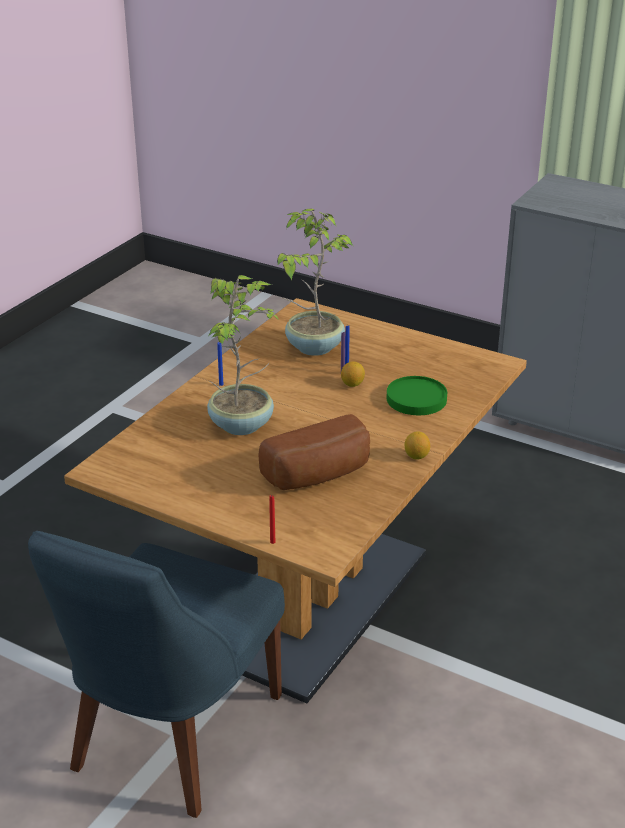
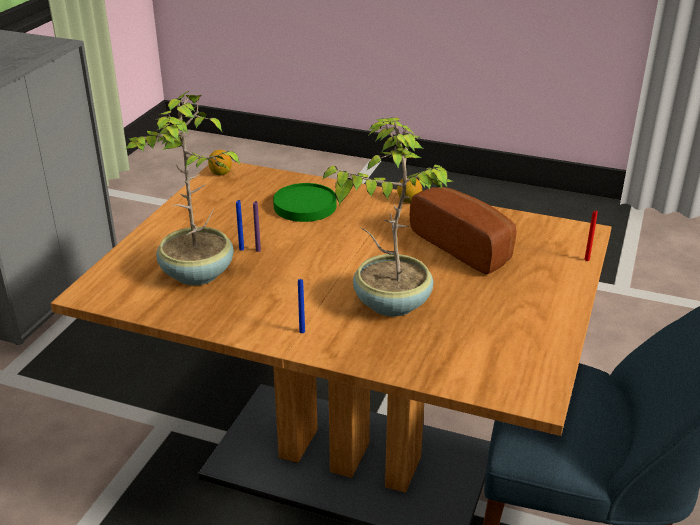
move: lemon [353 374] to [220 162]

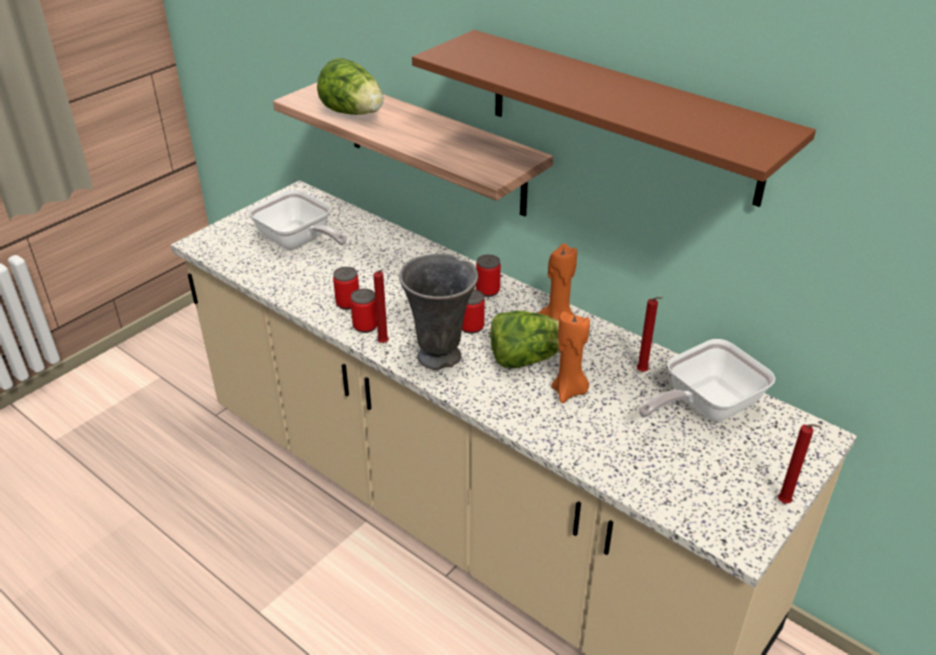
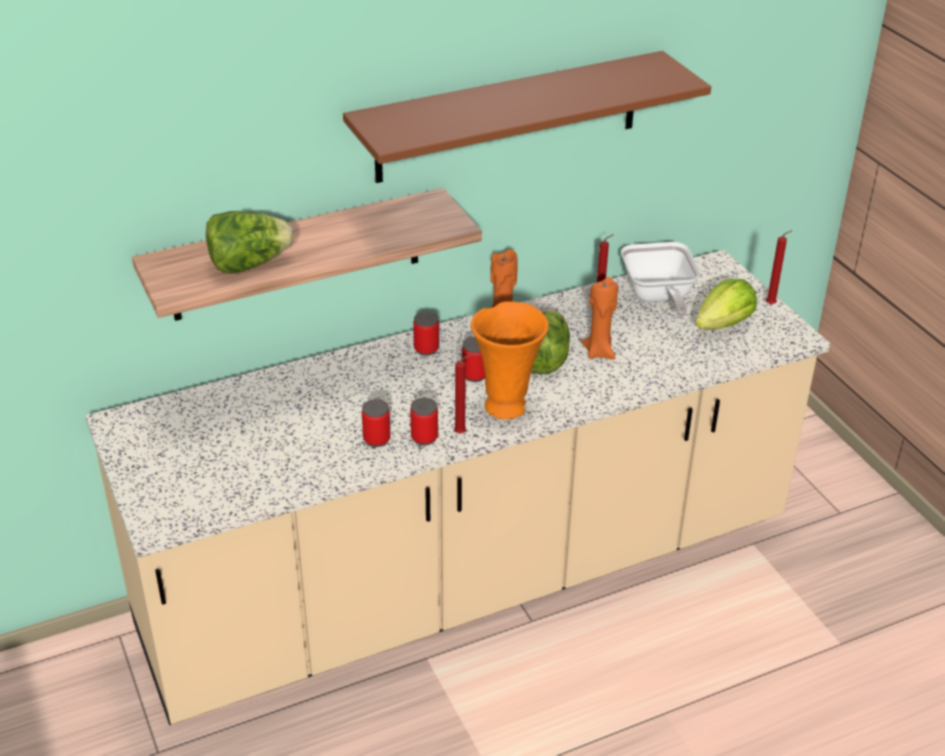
delete: frying pan [297 219]
insert: lettuce [726 304]
recolor: vase/grey [438 311] to vase/orange [510 360]

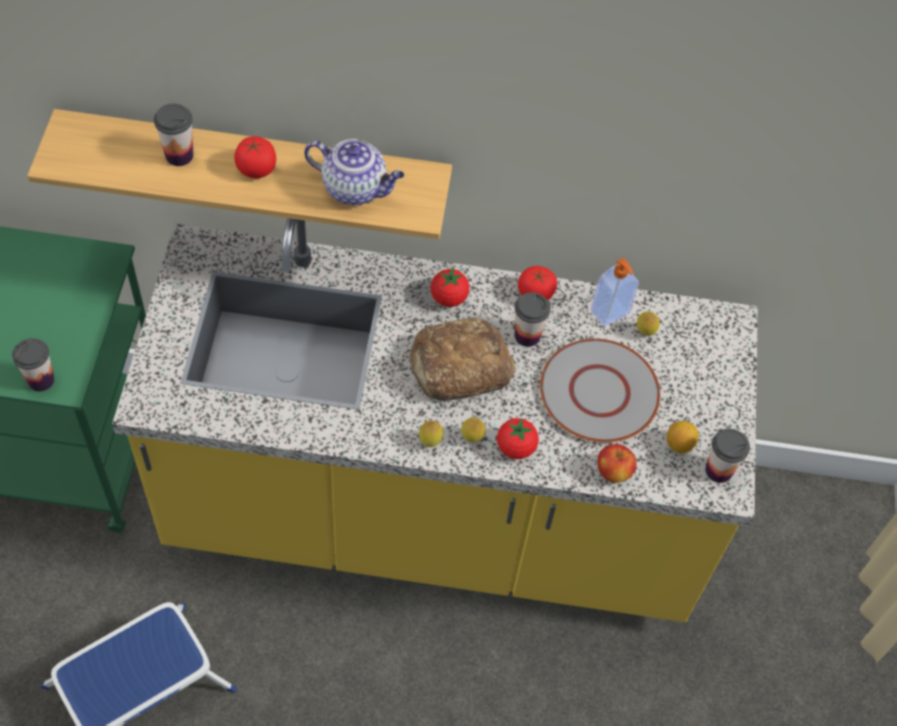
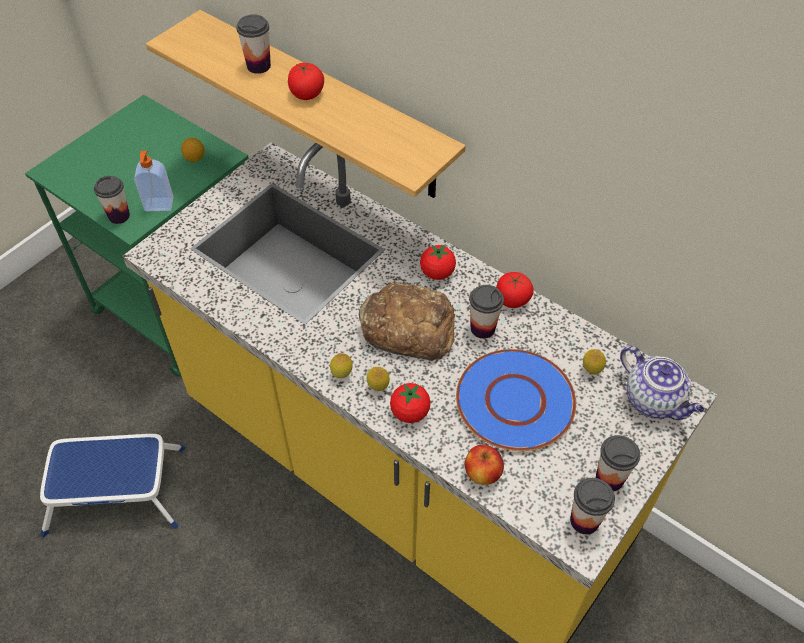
insert: cup [618 463]
move: teapot [354 172] to [662 383]; soap dispenser [614 292] to [154 181]; lemon [682 437] to [193 149]
recolor: plate/grey [600 391] to plate/blue [516 400]

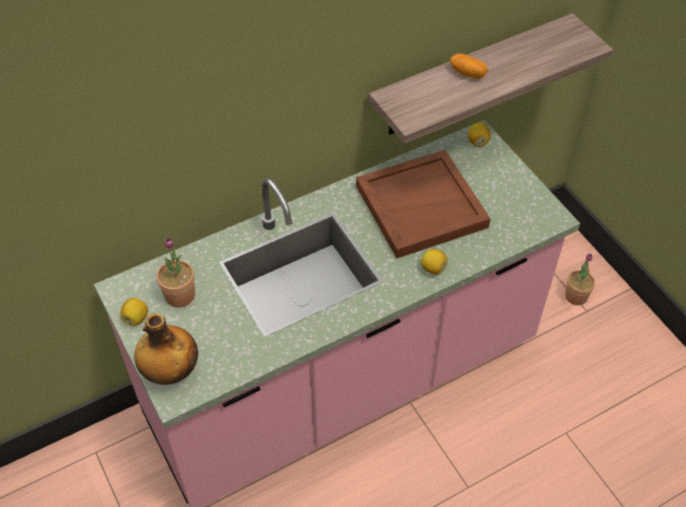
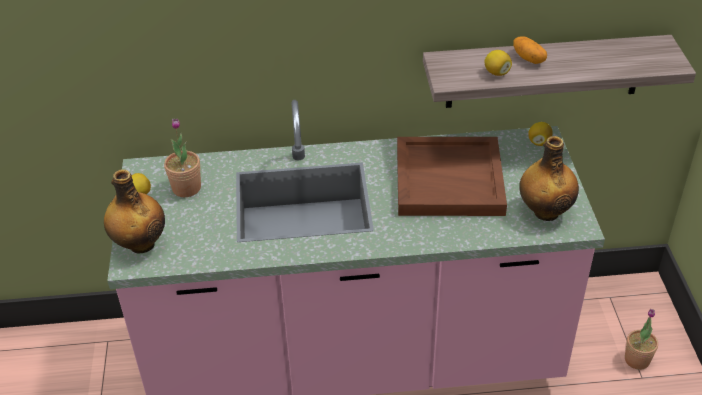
insert: bottle [549 178]
move: lemon [434 262] to [498 63]

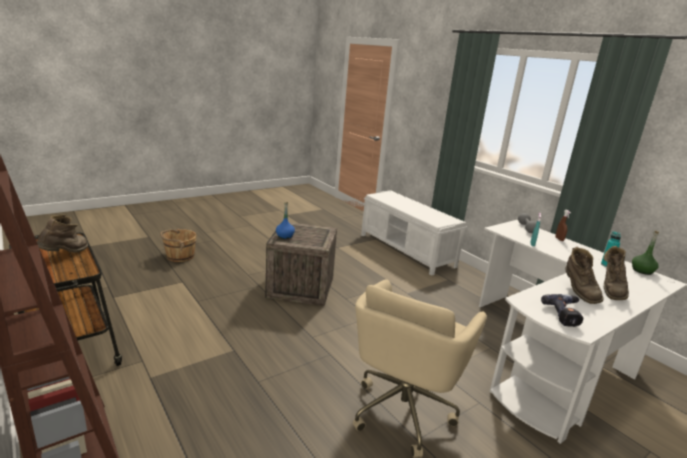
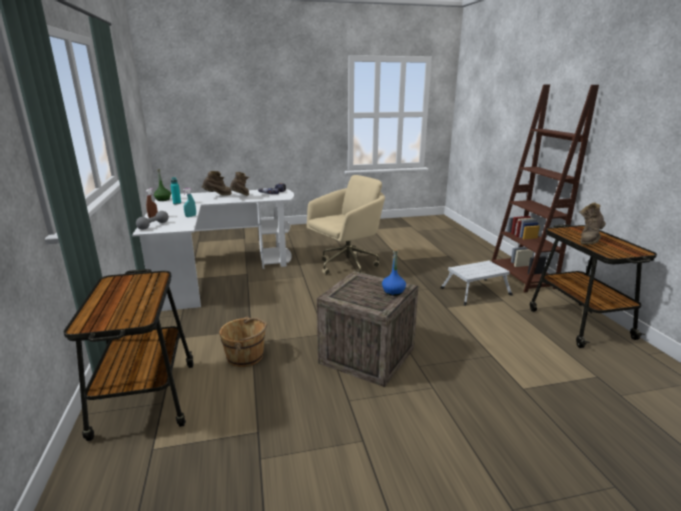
insert: step ladder/white [476 283]
move: bucket/brown [178 245] to [243 342]
replace: bench/white [414 233] to cart [129 355]

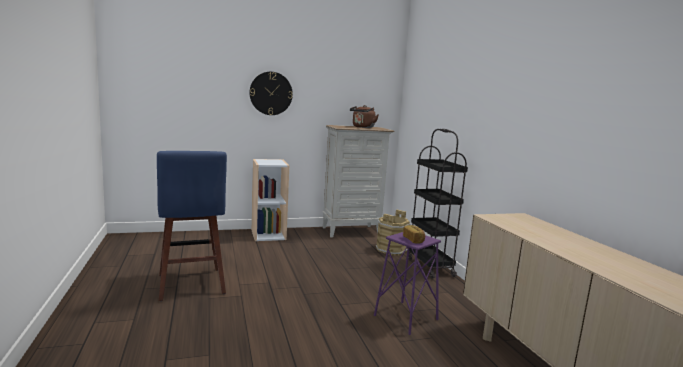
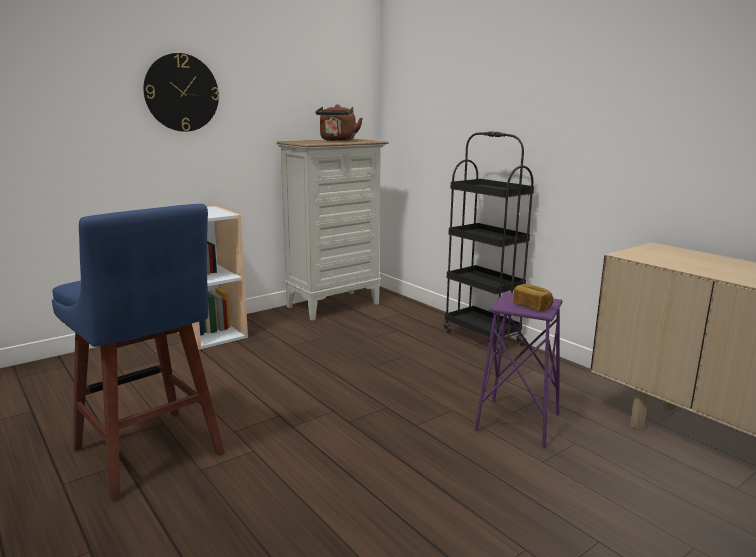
delete: bucket/brown [393 233]

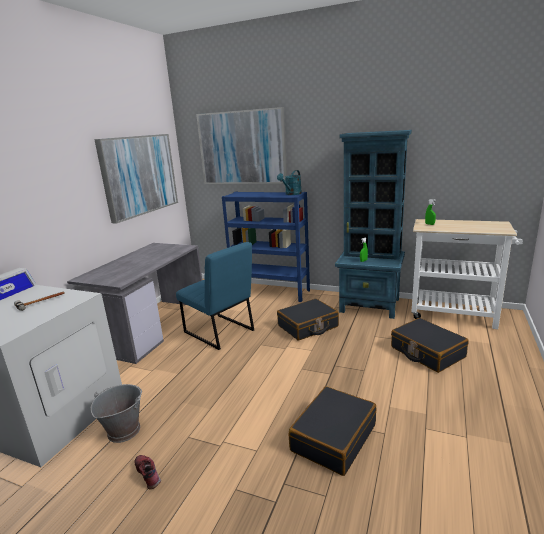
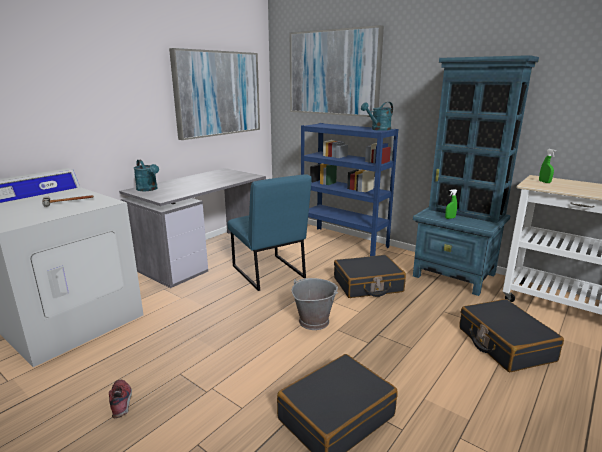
insert: watering can/turquoise [146 175]
move: bucket/grey [116 413] to [315 304]

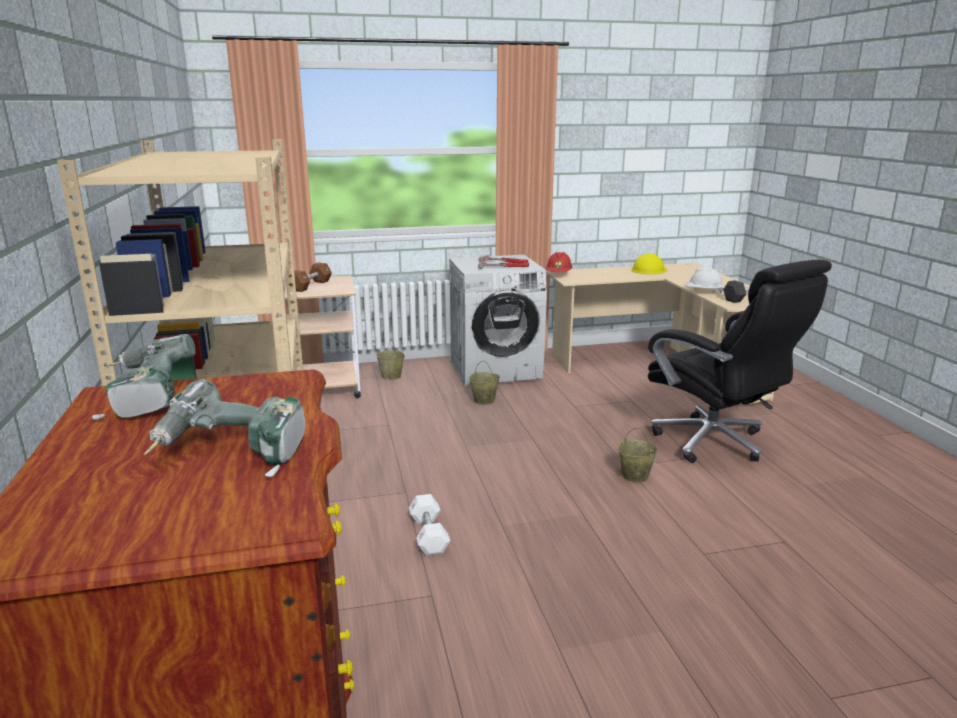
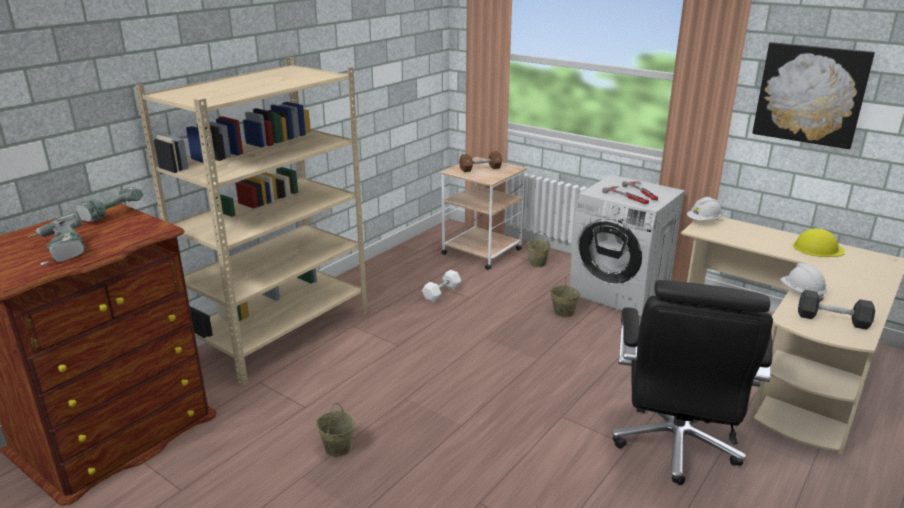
insert: picture [813 95]
move: dumbbell/white [429 525] to [441 286]; bucket/beige [638 455] to [335 430]
recolor: hard hat/red [559 262] to hard hat/white [704 208]

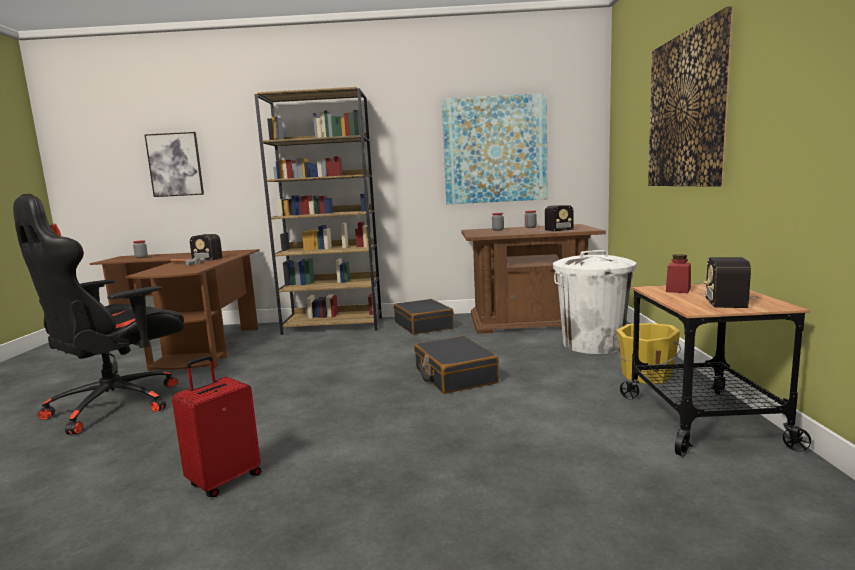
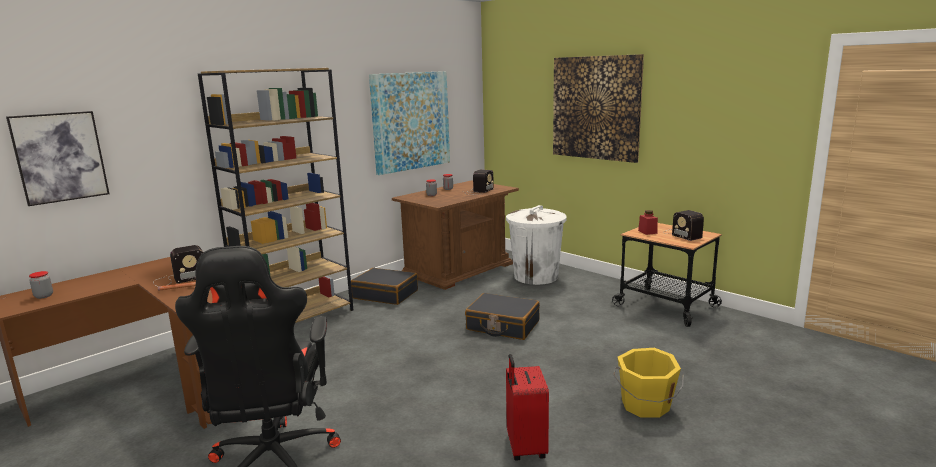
move: bucket/yellow [647 353] to [648 382]

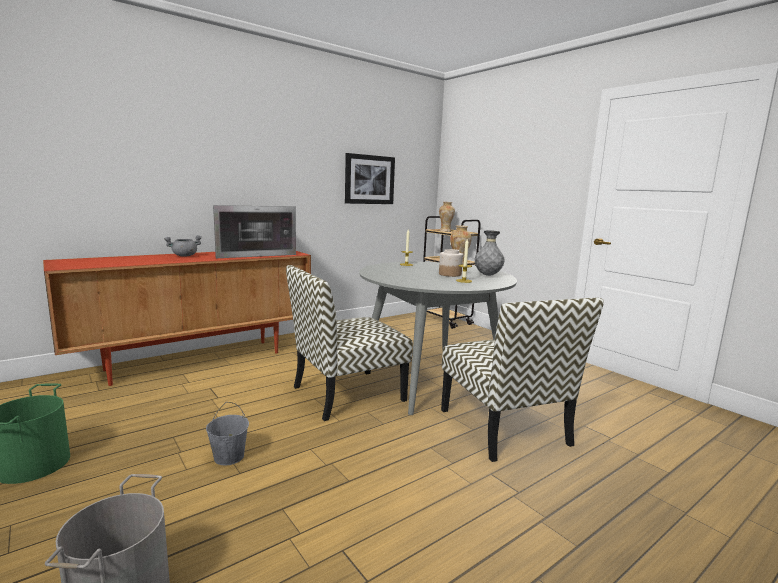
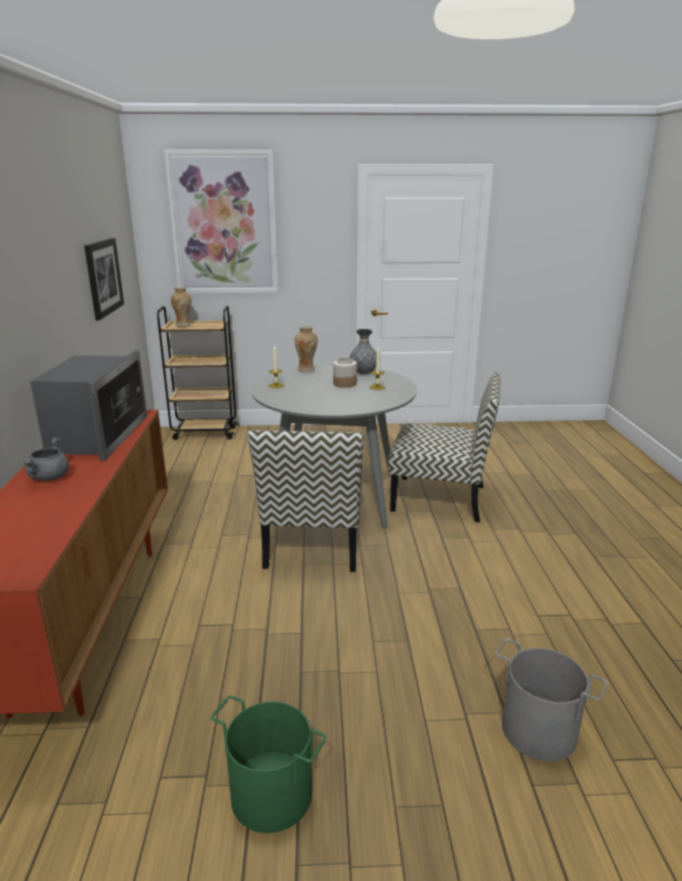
delete: bucket/grey [227 433]
insert: picture [221 221]

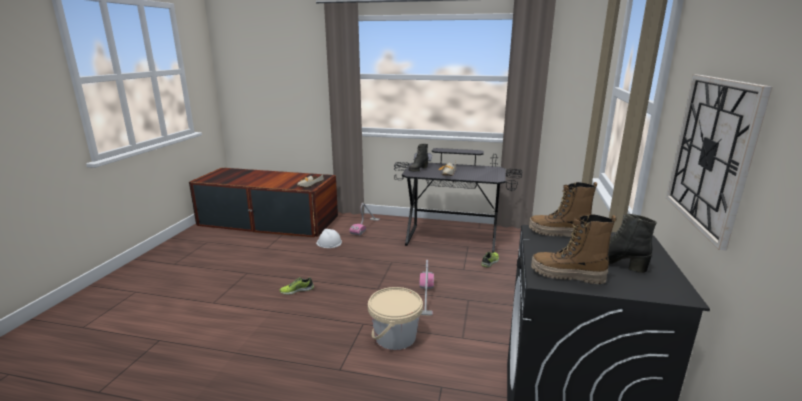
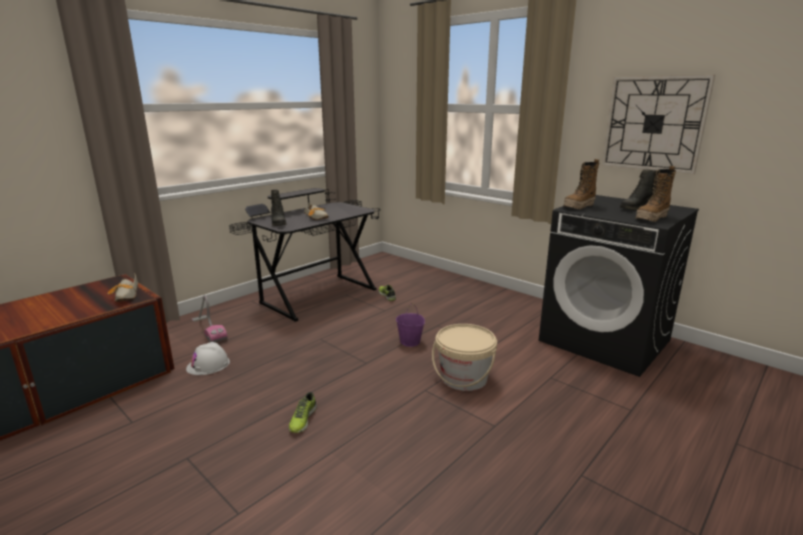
replace: vacuum cleaner [426 288] to bucket/purple [410 325]

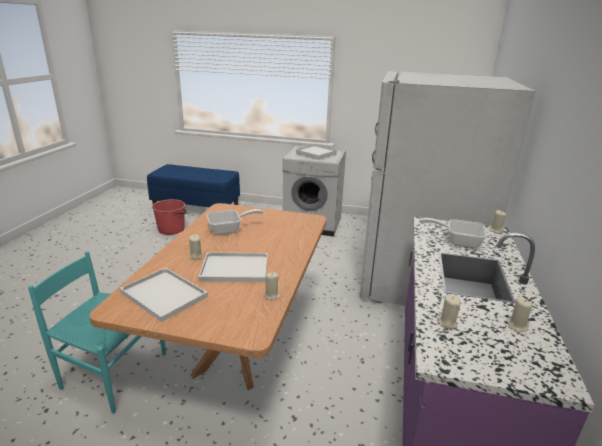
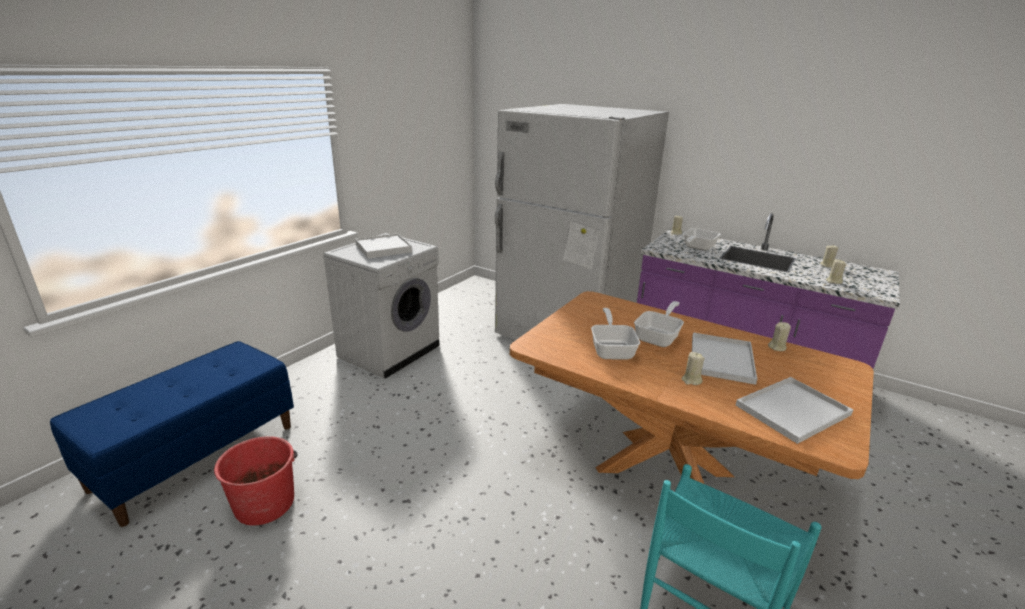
insert: frying pan [659 324]

